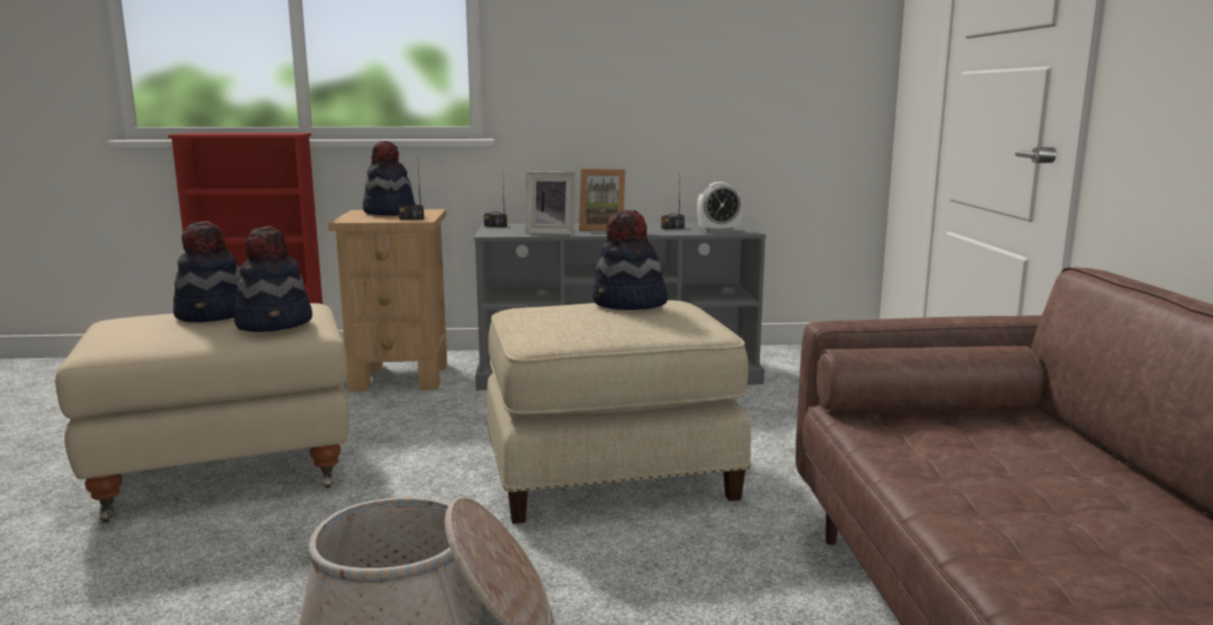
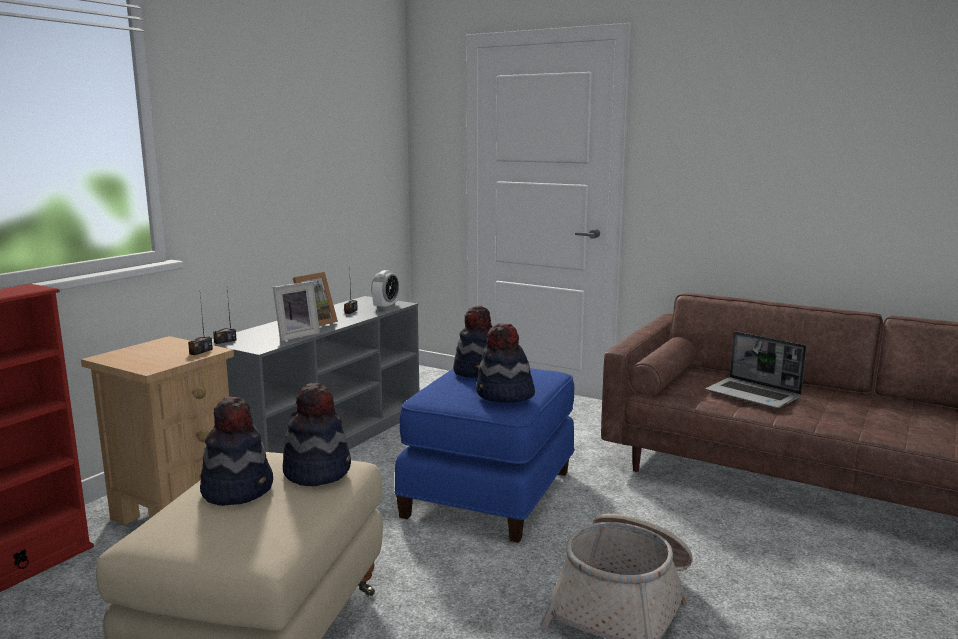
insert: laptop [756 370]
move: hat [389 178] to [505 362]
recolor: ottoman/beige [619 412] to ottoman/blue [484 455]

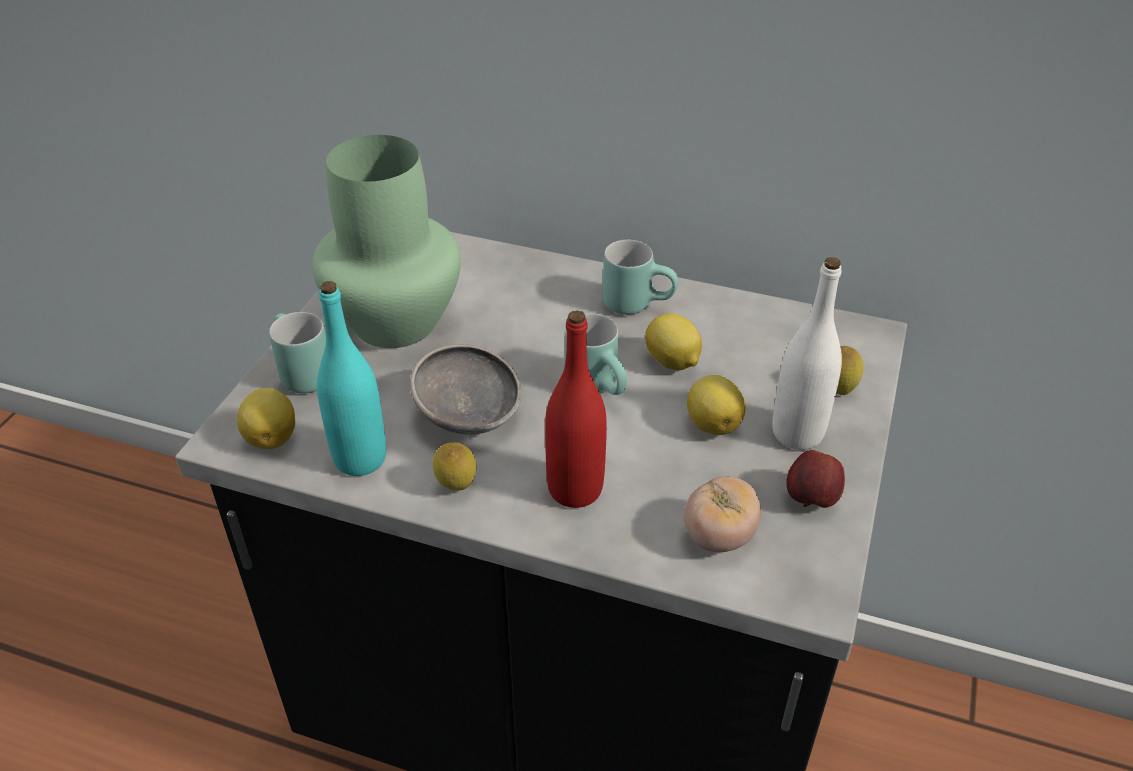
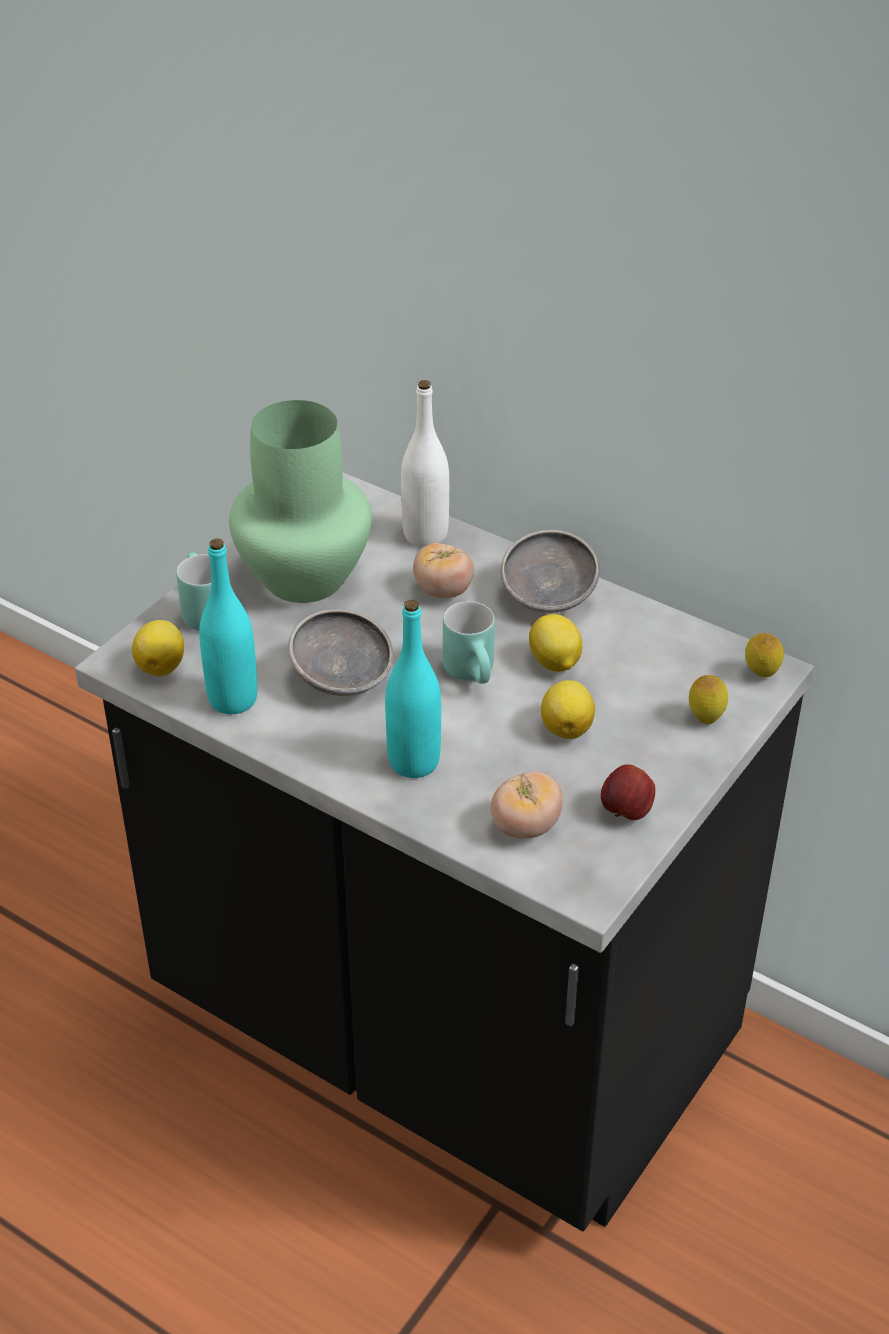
insert: tomato [443 570]
move: lemon [455 466] to [764 655]; bottle/white [807 353] to [425 463]
replace: mug/turquoise [640 277] to bowl/grey [550 571]
recolor: bottle/red [576 409] to bottle/turquoise [413 689]

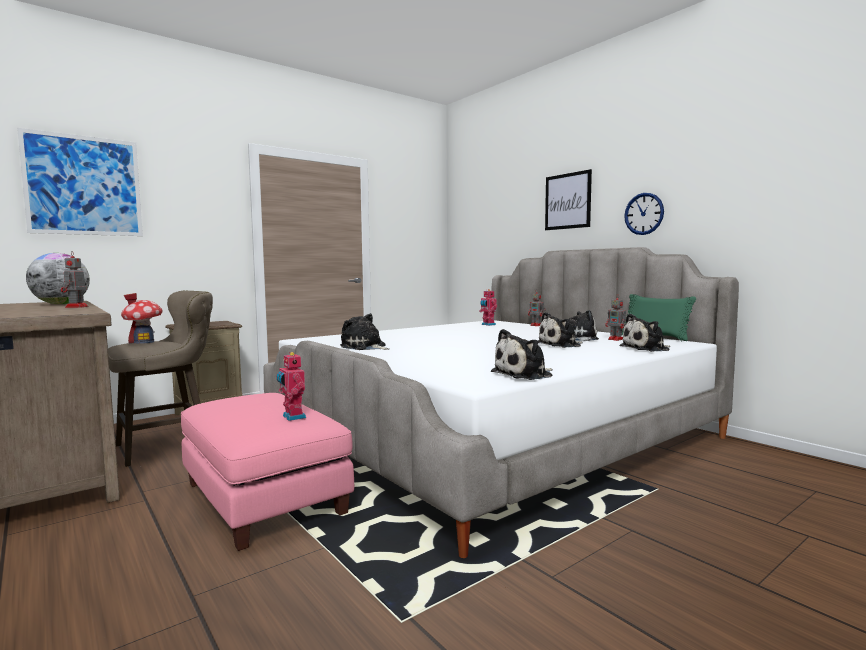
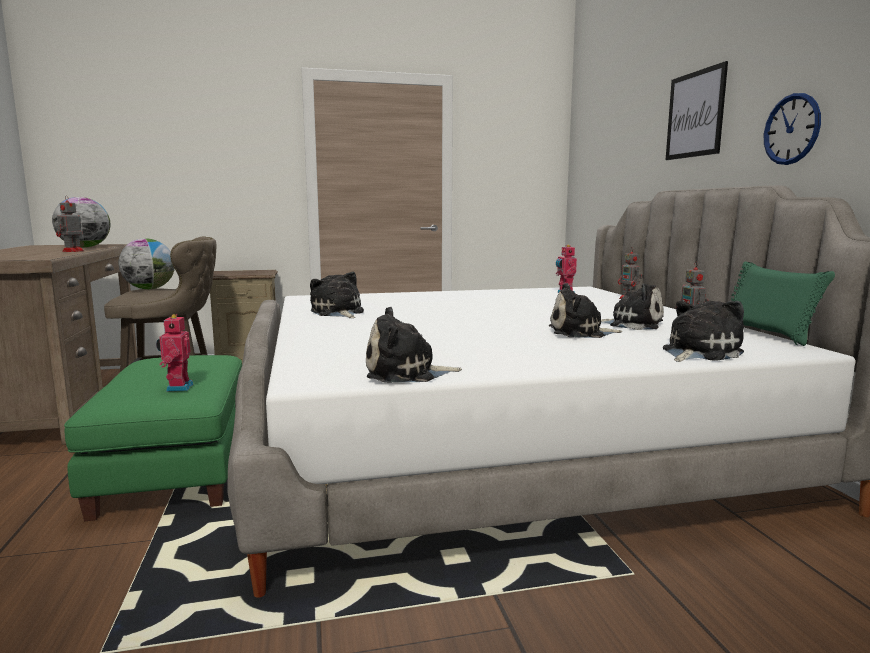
delete: picture [80 182]
replace: toy house [142 318] to globe [146 263]
recolor: ottoman/pink [267 472] to ottoman/green [153 438]
rotate: plush toy [644 333] = [703 331] 135 degrees clockwise

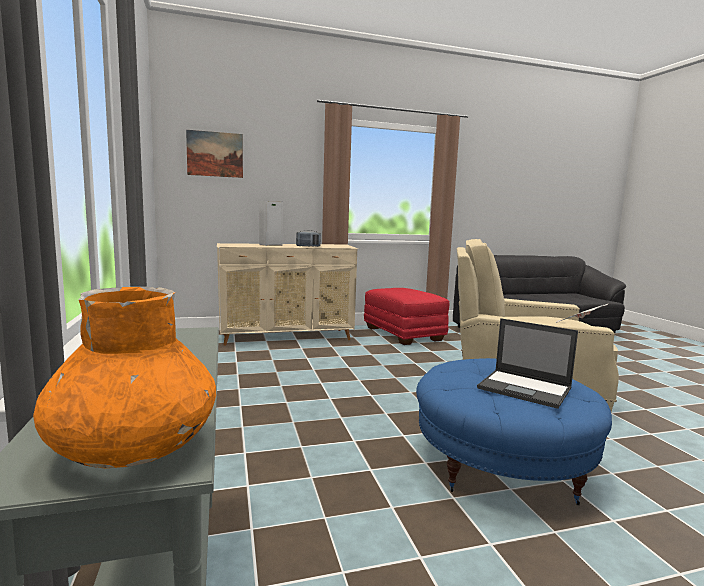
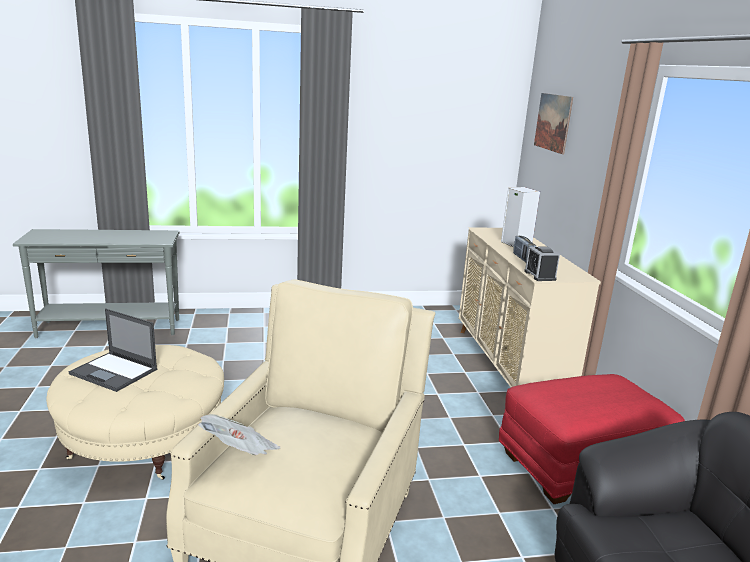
delete: vase/orange [124 377]
insert: alarm clock [542 264]
recolor: ottoman/blue [514 431] to ottoman/beige [135 412]
rotate: laptop [527 363] = [113 350] 105 degrees counterclockwise

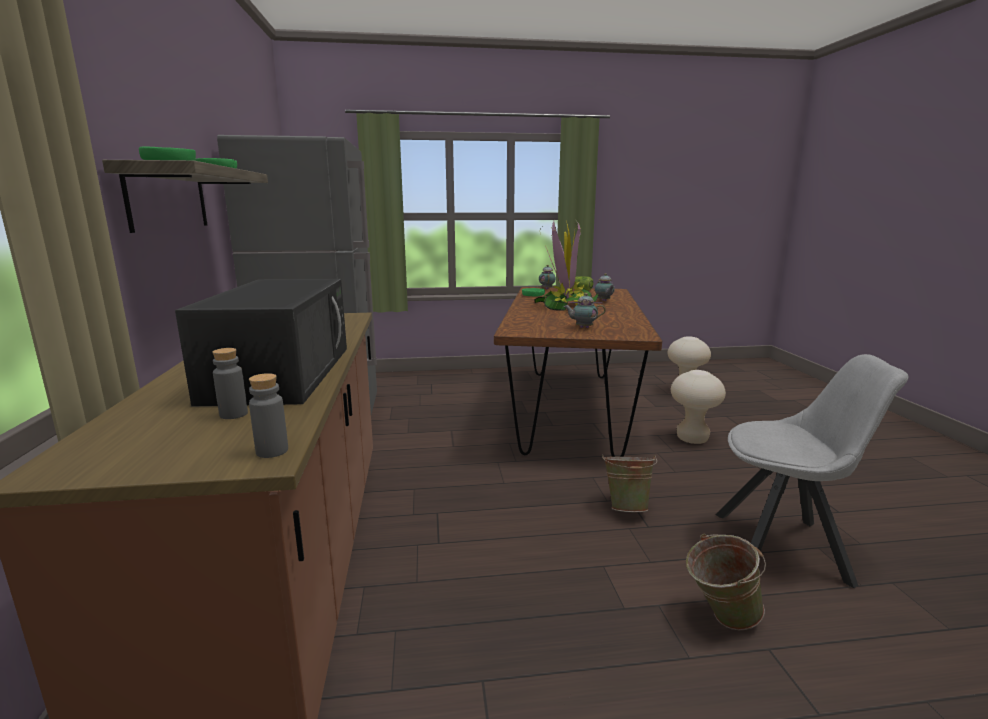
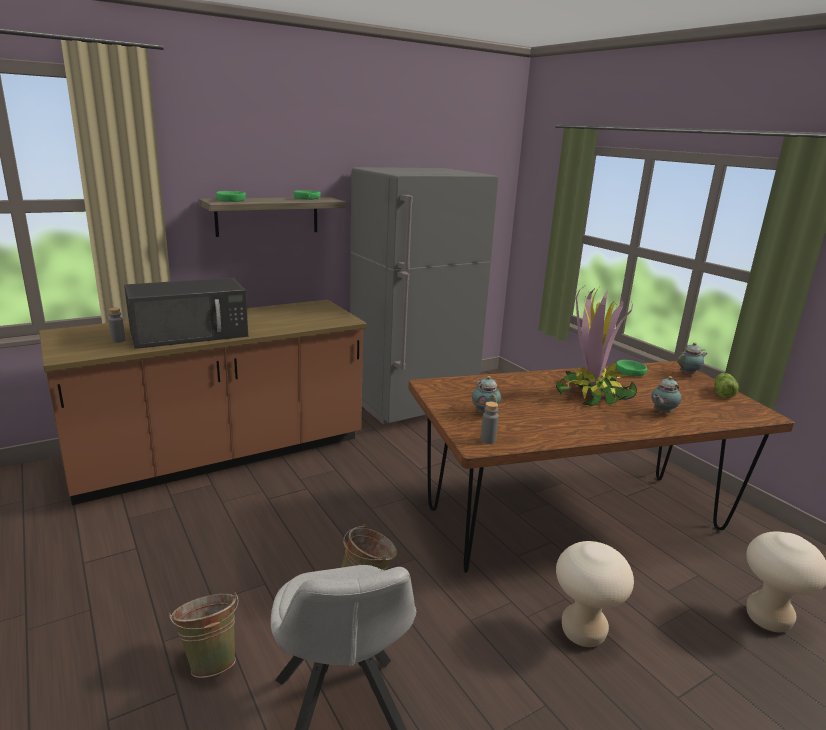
move: bottle/grey [268 415] to [490 422]

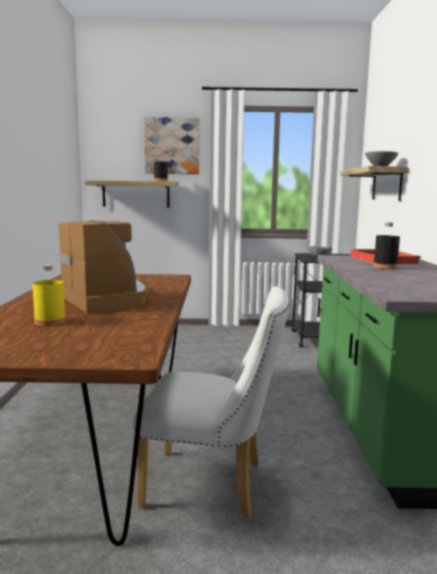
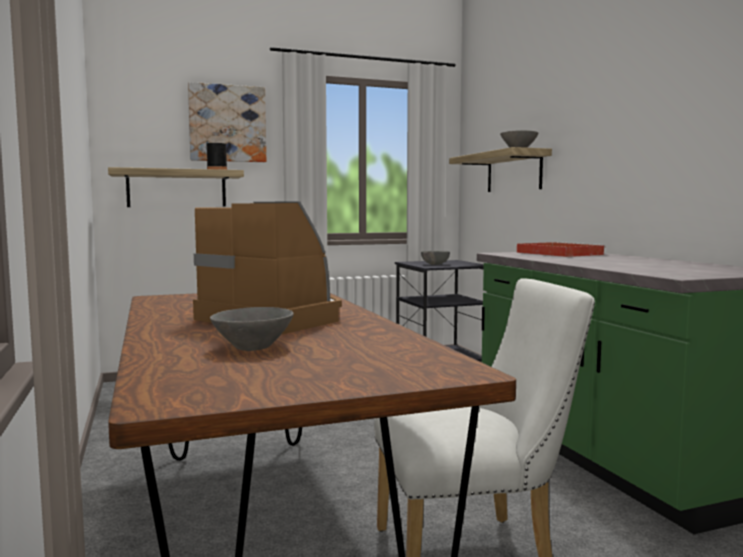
delete: bottle/black [386 245]
replace: bottle/yellow [49 295] to bowl/grey [252 329]

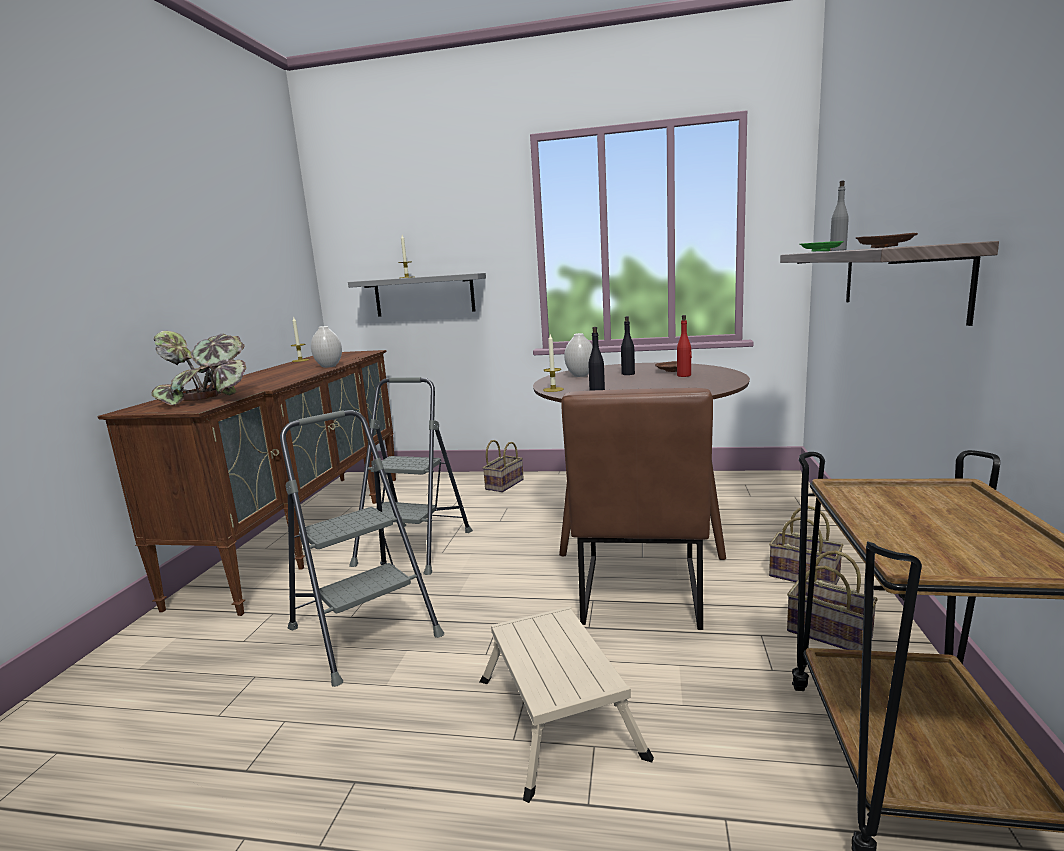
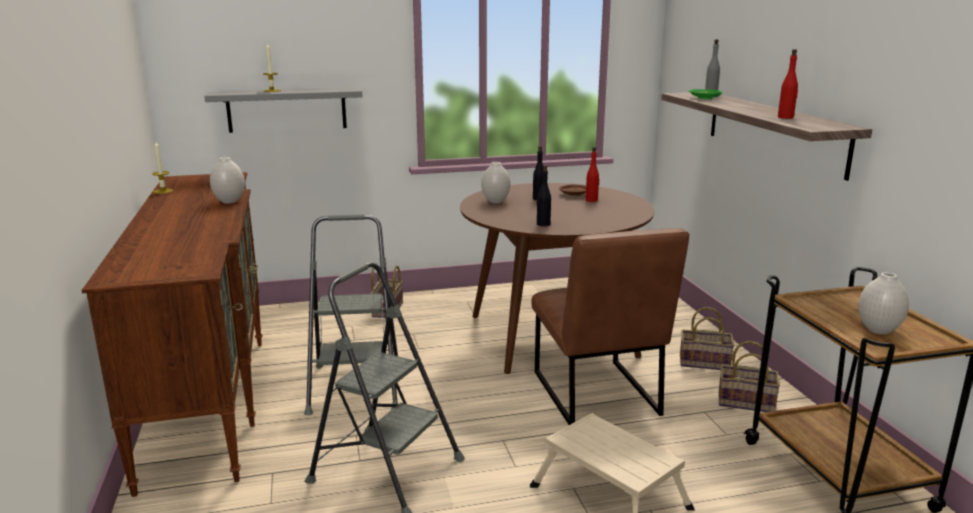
delete: potted plant [199 368]; candle [553 363]
insert: vase/white [883 303]
replace: plate/brown [887 240] to bottle/red [788 84]

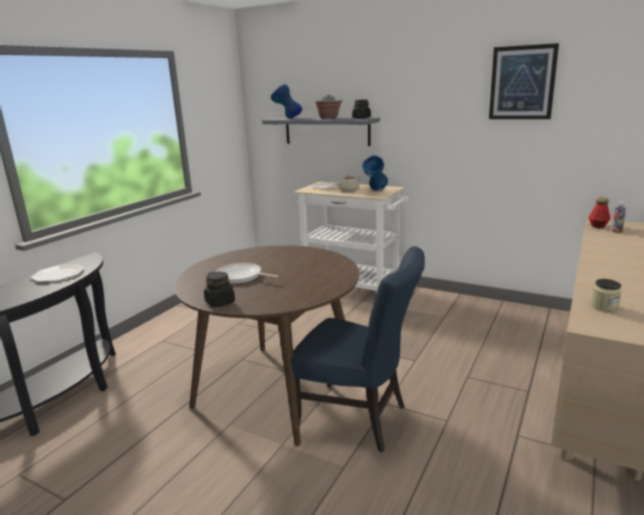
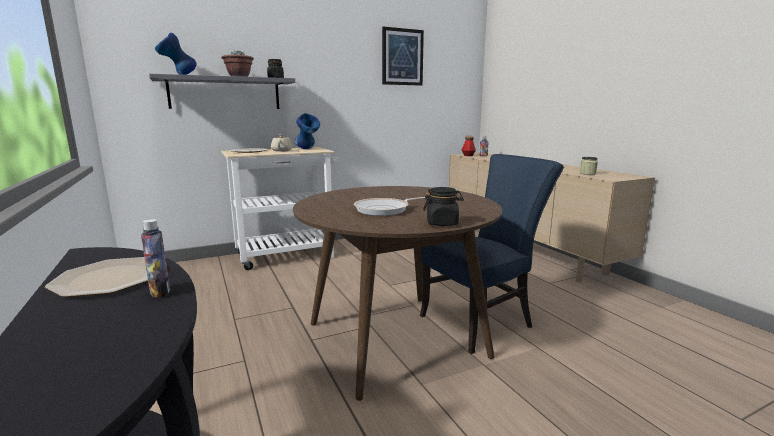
insert: bottle [155 258]

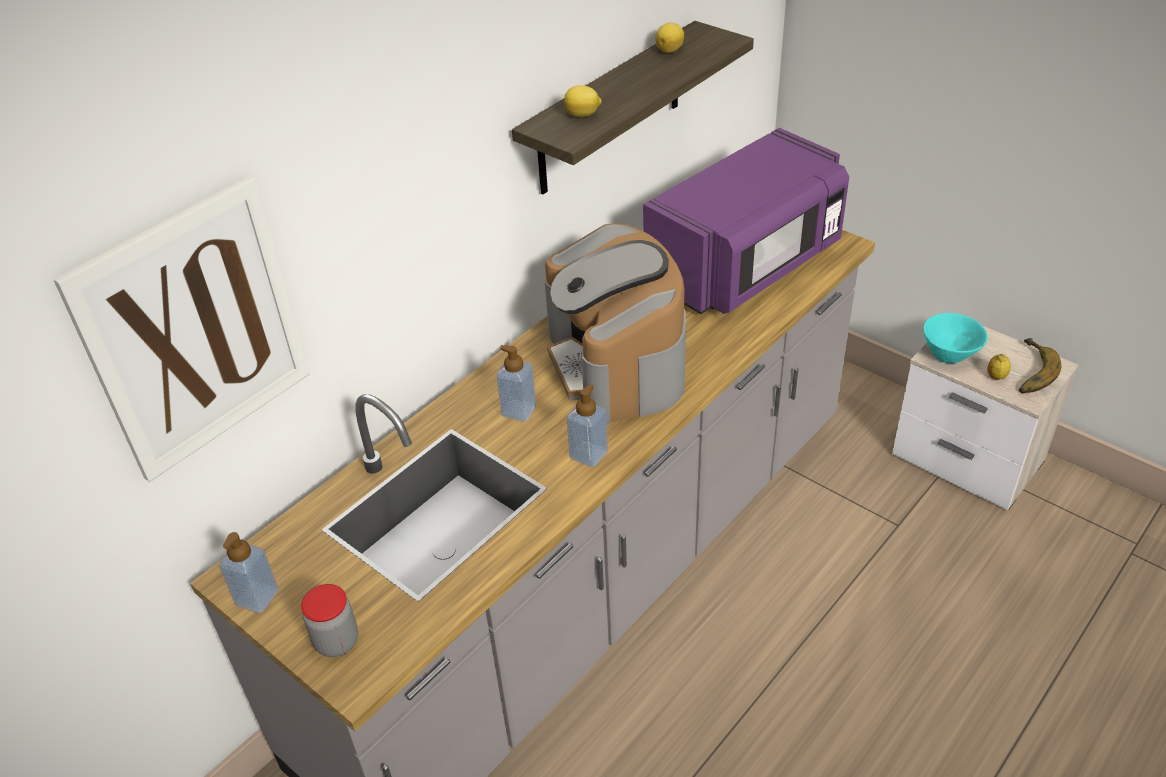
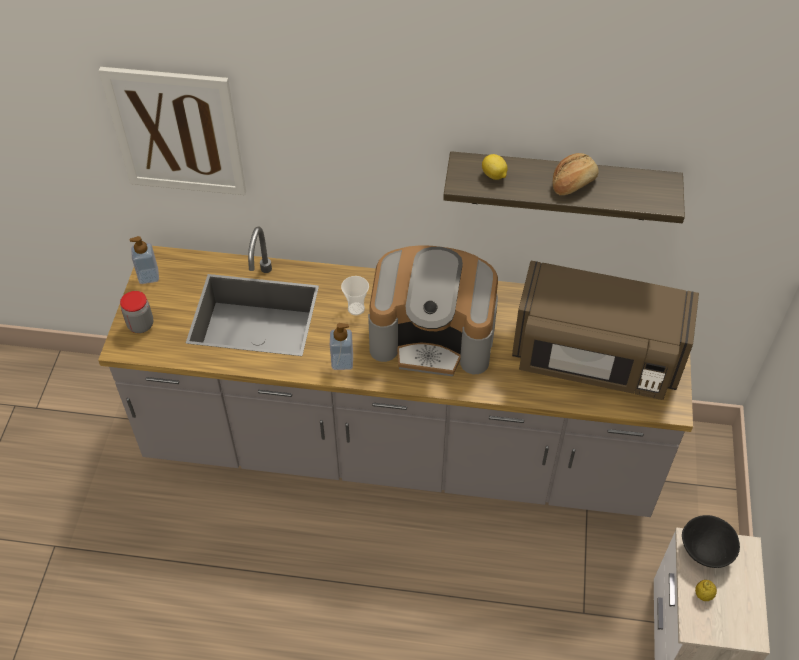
delete: lemon [669 38]; banana [1040 365]
insert: bread [576 174]
replace: soap dispenser [516 383] to cup [355 295]
recolor: microwave/purple [746 221] to microwave/brown [605 330]; bowl/turquoise [955 338] to bowl/black [711 541]
rotate: coffee machine [615 323] = [433 311] 120 degrees counterclockwise

